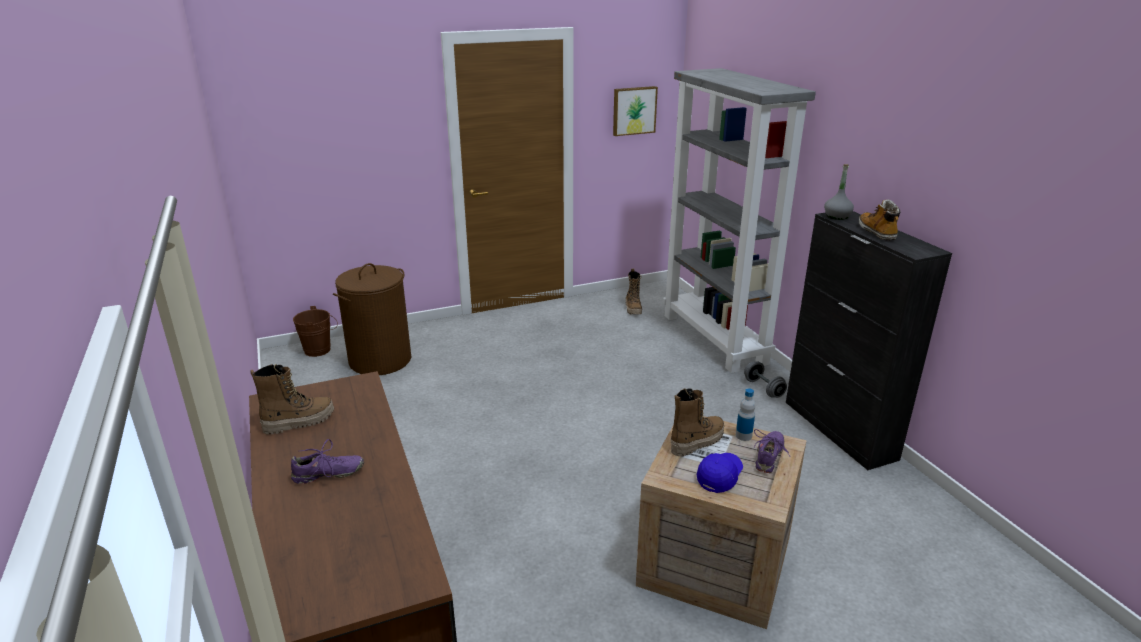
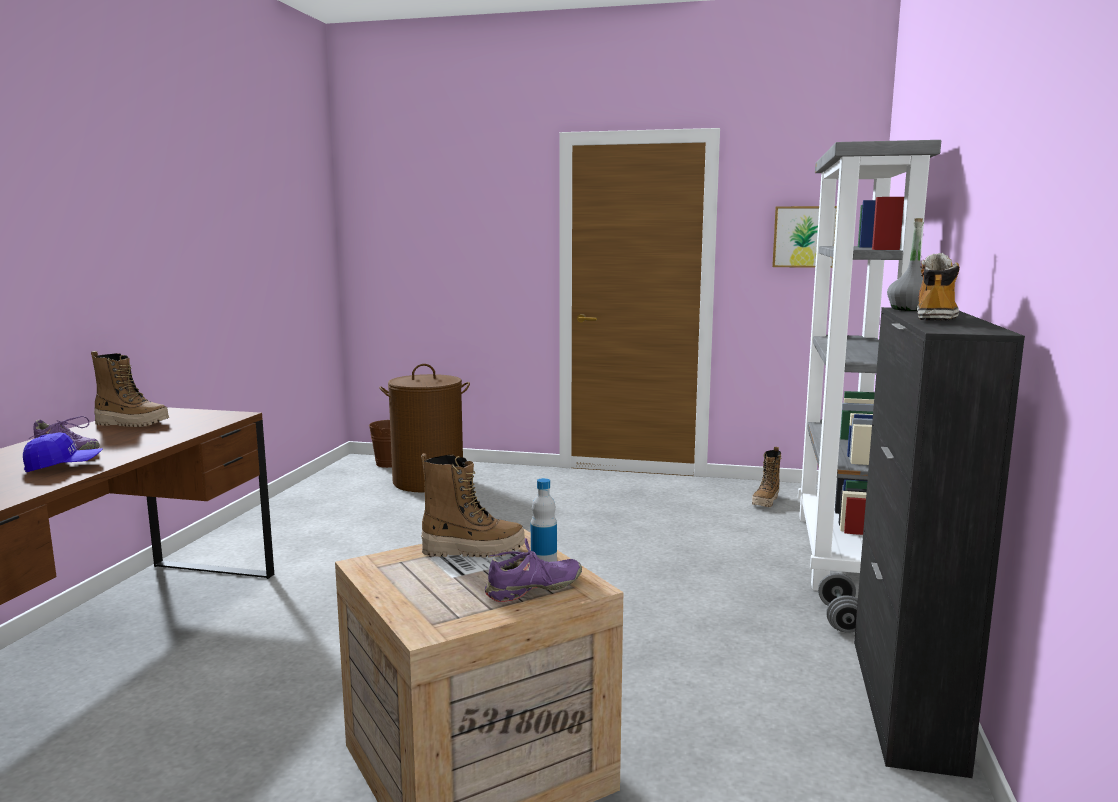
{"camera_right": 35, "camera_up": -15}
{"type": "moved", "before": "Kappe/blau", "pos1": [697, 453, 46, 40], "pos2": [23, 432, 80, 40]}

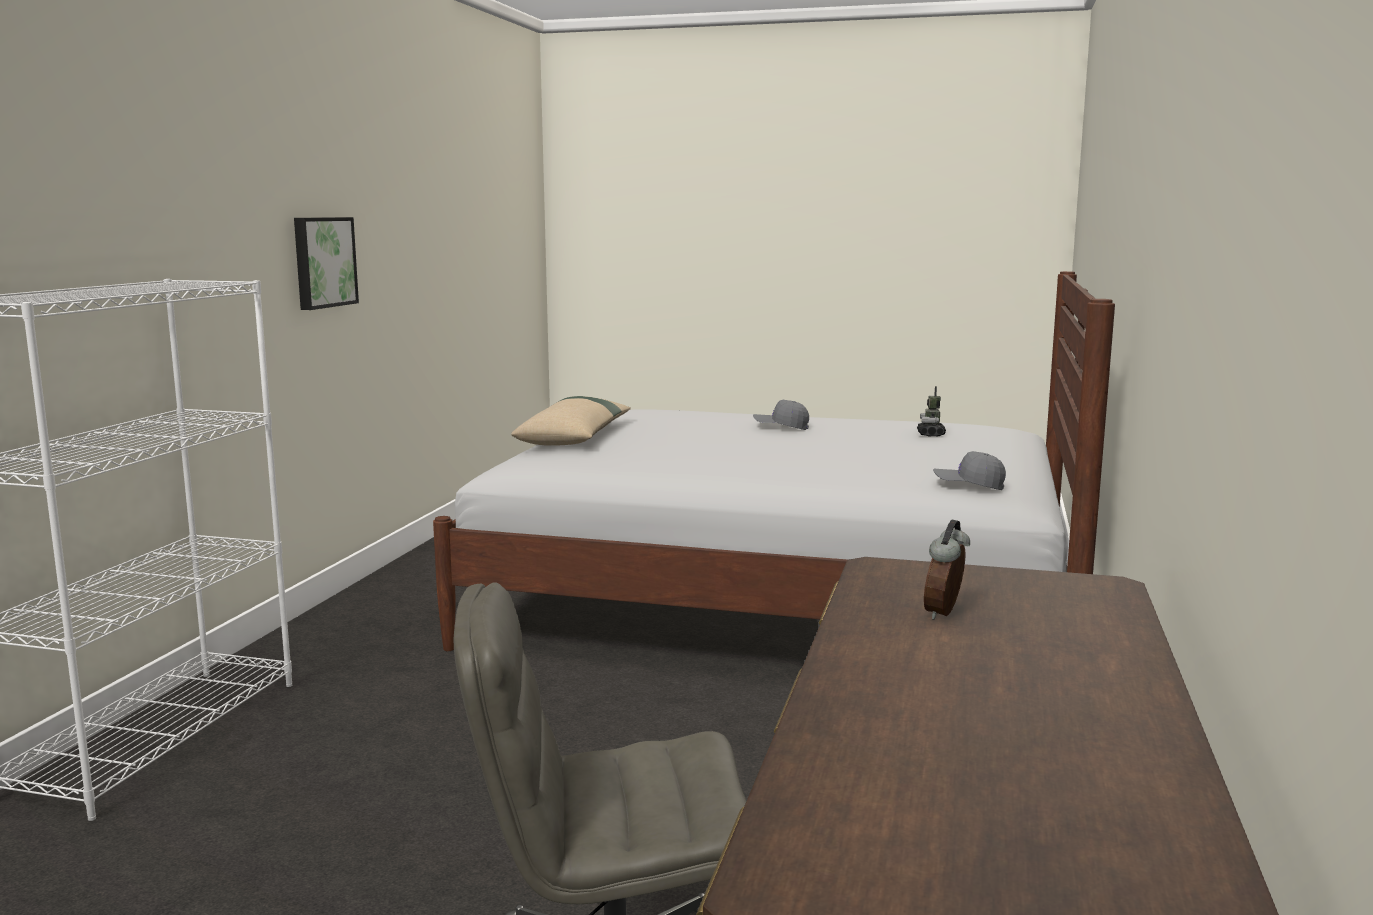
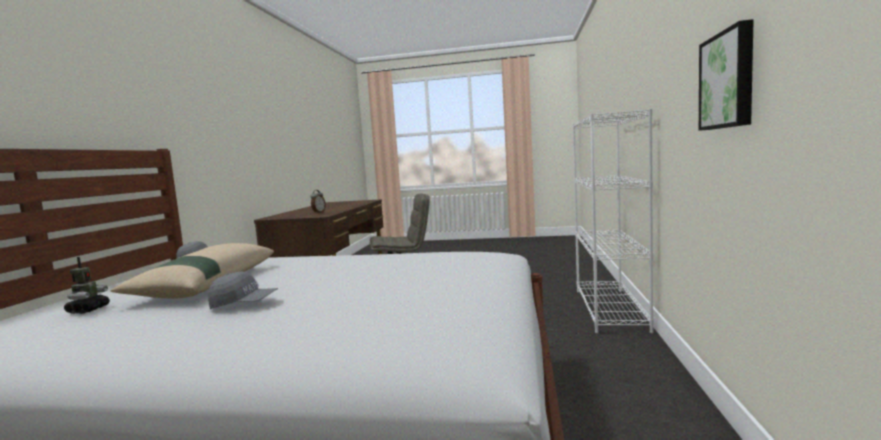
{"camera_right": 175, "camera_up": -5}
{"type": "moved", "before": "Kissen/beige", "pos1": [511, 396, 120, 50], "pos2": [110, 243, 164, 56]}

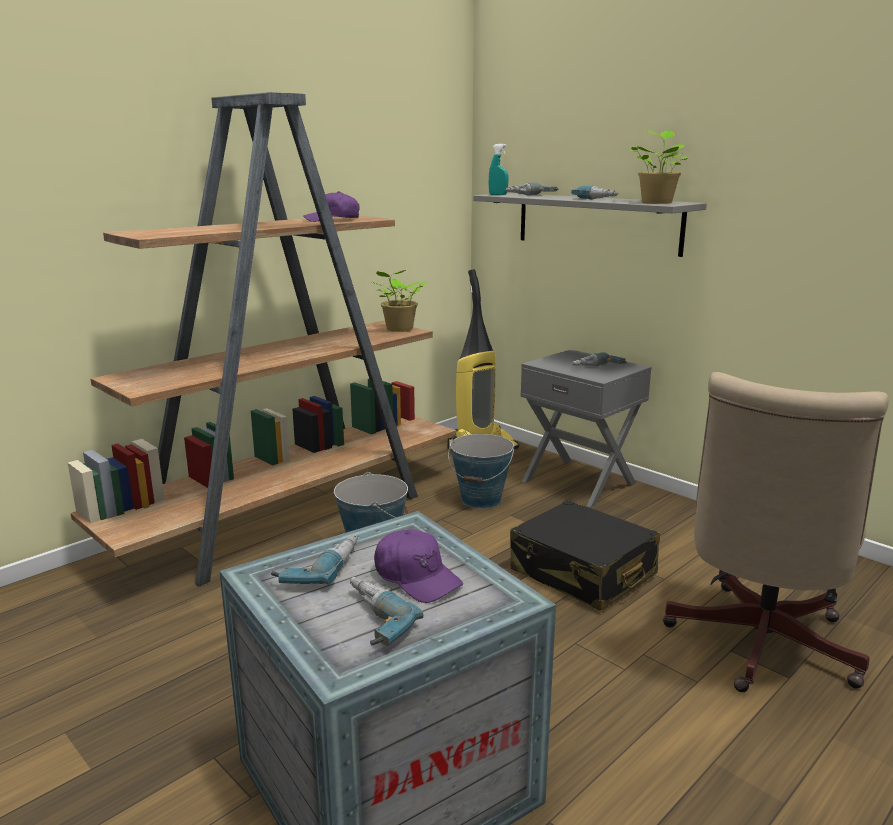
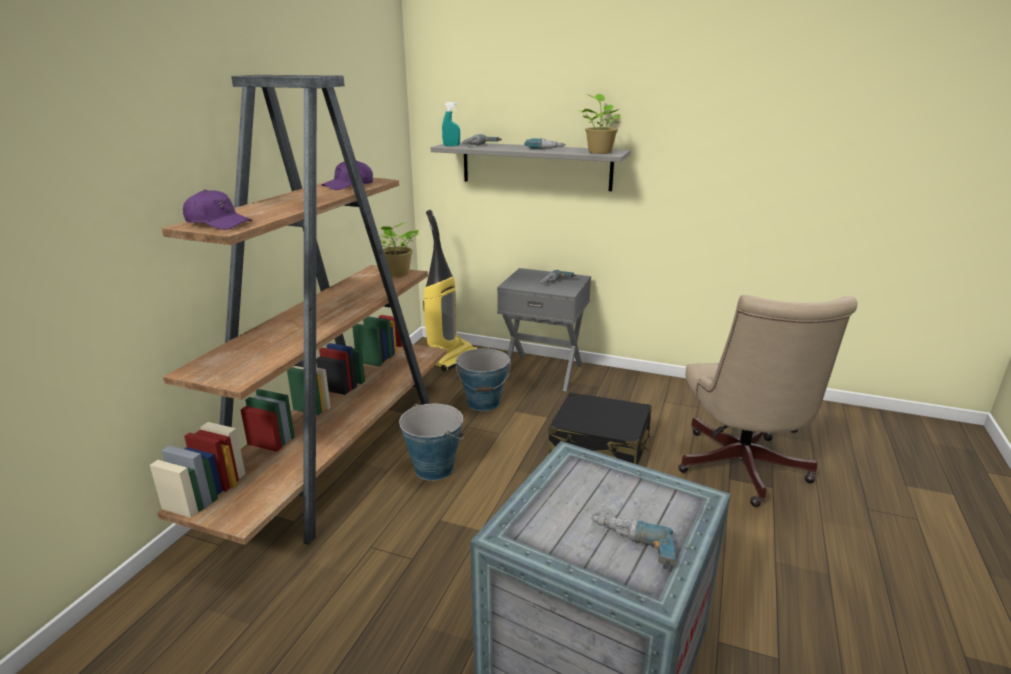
{"camera_right": -25, "camera_up": 5}
{"type": "removed", "before": "Bohrmaschine", "pos1": [271, 534, 87, 51]}
{"type": "moved", "before": "Kappe/lila", "pos1": [374, 529, 89, 74], "pos2": [183, 189, 70, 41]}

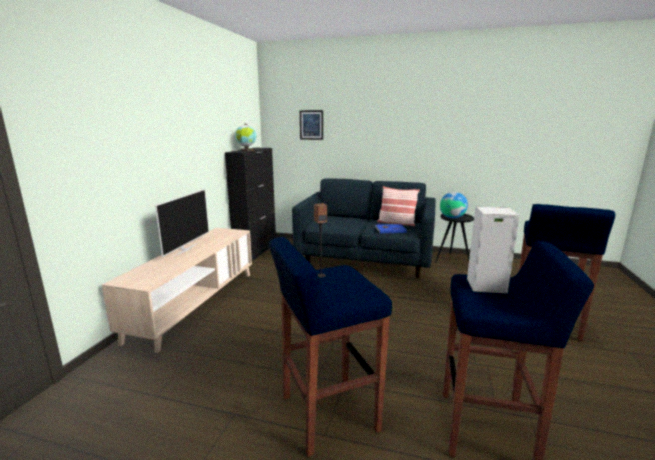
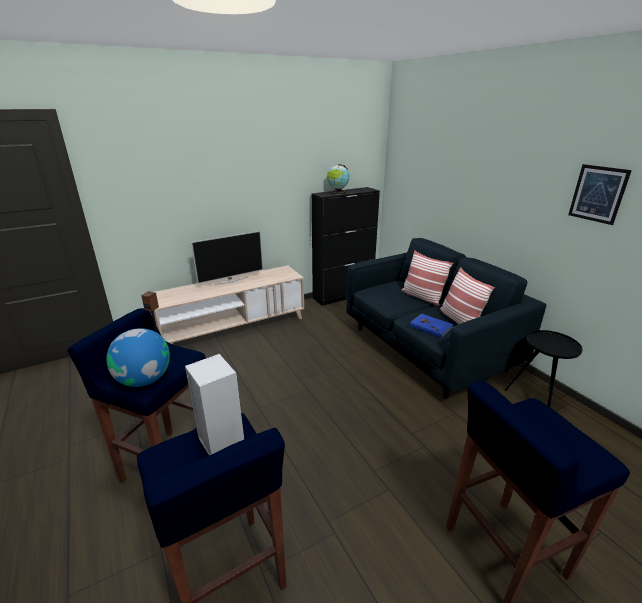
{"camera_right": 45, "camera_up": 10}
{"type": "added", "after": "Kissen", "pos2": [401, 250, 52, 56]}
{"type": "moved", "before": "Bild", "pos1": [300, 110, 23, 30], "pos2": [568, 164, 64, 61]}
{"type": "moved", "before": "Globus", "pos1": [440, 192, 28, 26], "pos2": [106, 328, 64, 59]}

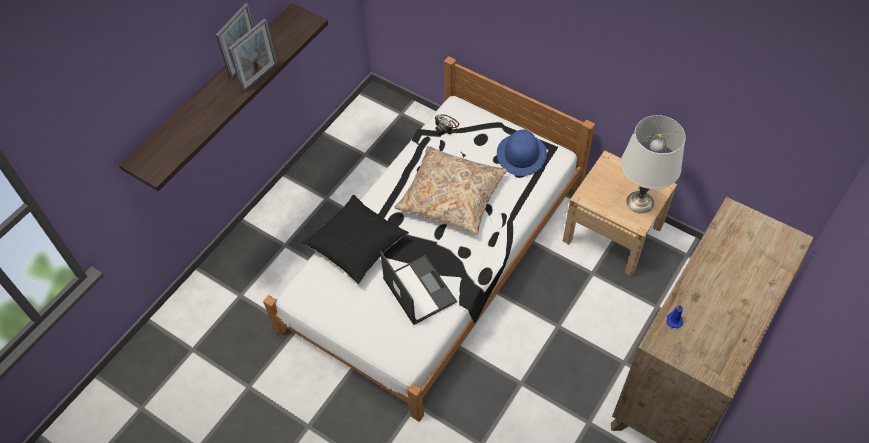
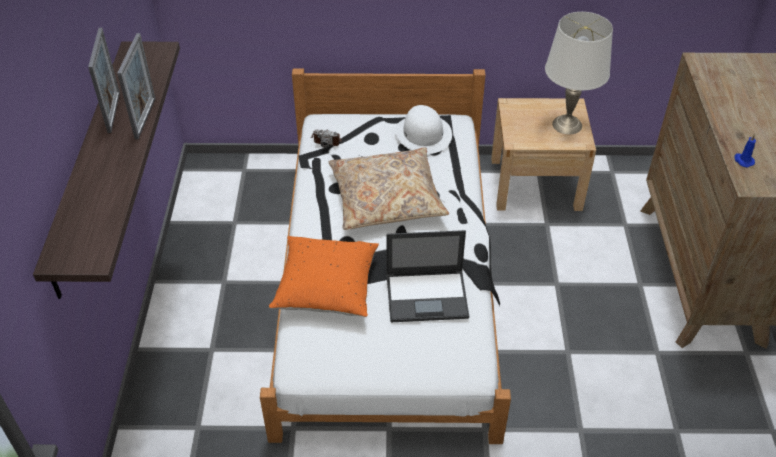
{"camera_right": -35, "camera_up": -10}
{"type": "recoloured", "before": "Kissen/schwarz", "after": "Kissen/orange", "pos1": [302, 195, 107, 89], "pos2": [269, 236, 110, 81]}
{"type": "recoloured", "before": "Hut/blau", "after": "Hut/weiß", "pos1": [497, 130, 50, 46], "pos2": [394, 105, 58, 49]}
{"type": "turned", "before": "Laptop", "pos1": [380, 251, 77, 74], "pos2": [387, 230, 82, 92], "turn": 150}

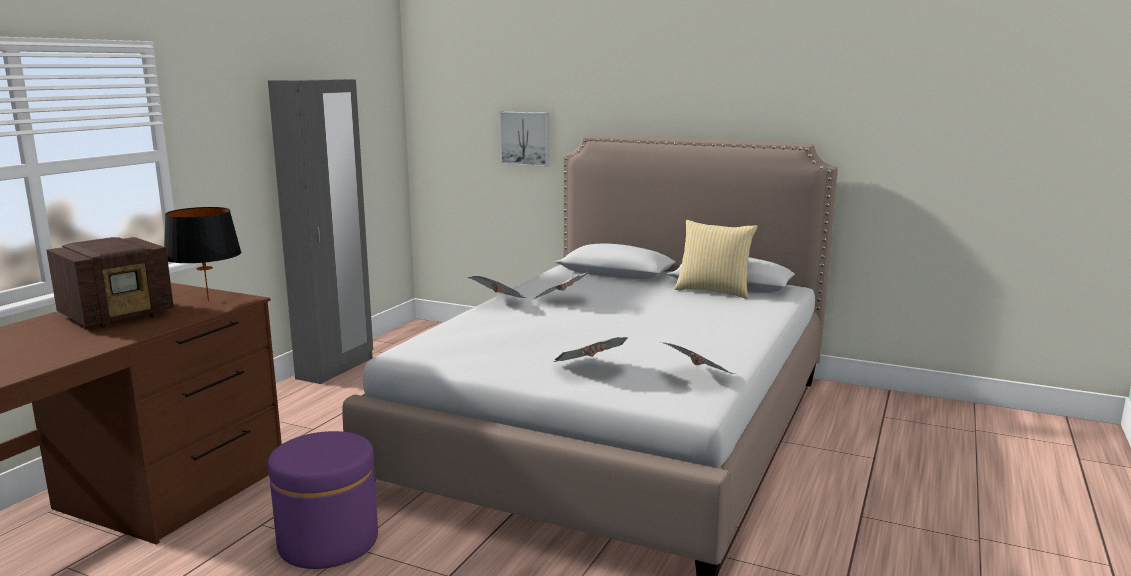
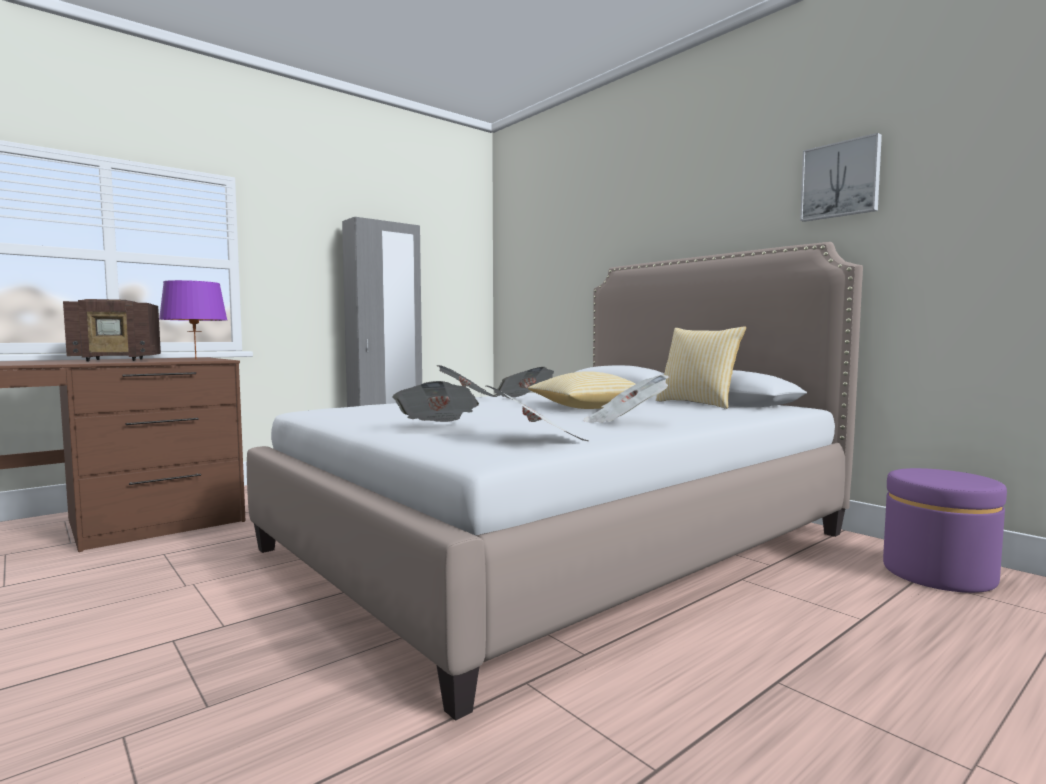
{"camera_right": 25, "camera_up": -10}
{"type": "added", "after": "Kissen", "pos2": [528, 371, 108, 38]}
{"type": "added", "after": "Zeitung", "pos2": [584, 375, 85, 48]}
{"type": "moved", "before": "Polsterhocker/lila", "pos1": [268, 431, 110, 138], "pos2": [883, 468, 124, 125]}
{"type": "moved", "before": "Bild", "pos1": [499, 112, 50, 55], "pos2": [800, 133, 82, 89]}
{"type": "recoloured", "before": "Tischlampe/schwarz", "after": "Tischlampe/lila", "pos1": [164, 207, 77, 94], "pos2": [159, 280, 68, 80]}

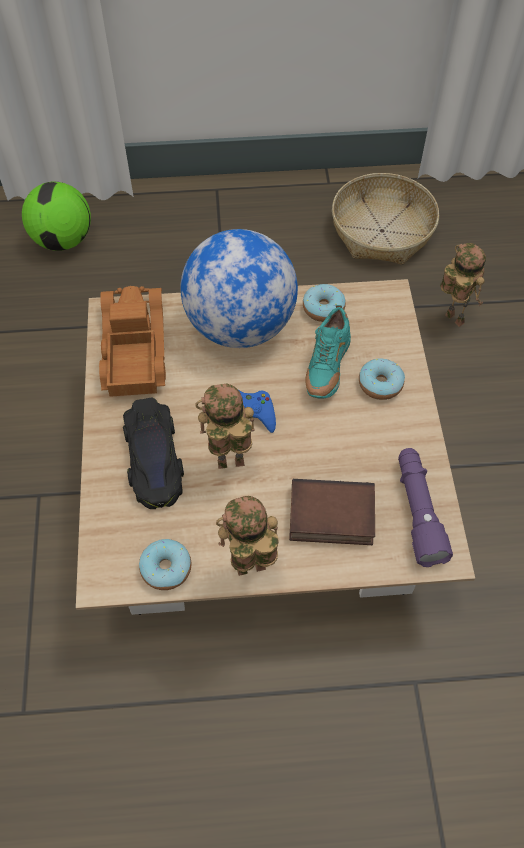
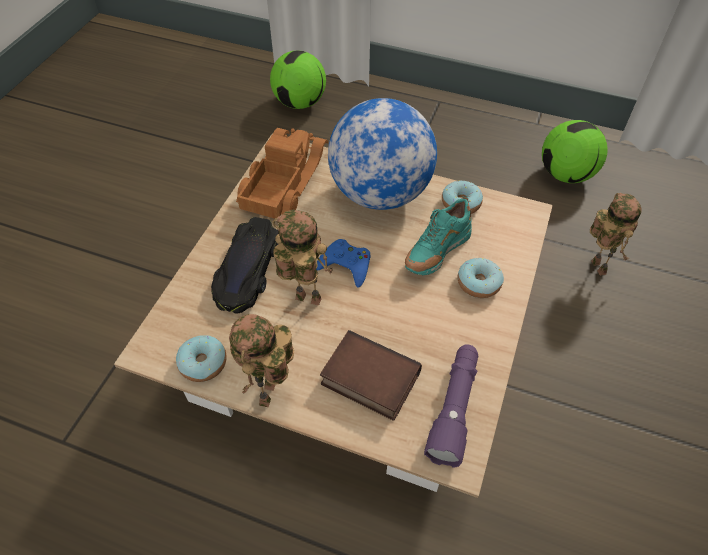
{"camera_right": 25, "camera_up": -5}
{"type": "replaced", "before": "Korb", "after": "Fußball", "pos1": [332, 173, 107, 92], "pos2": [542, 120, 66, 63]}
{"type": "turned", "before": "Spielzeugroboter", "pos1": [216, 496, 63, 80], "pos2": [229, 314, 65, 93], "turn": -90}

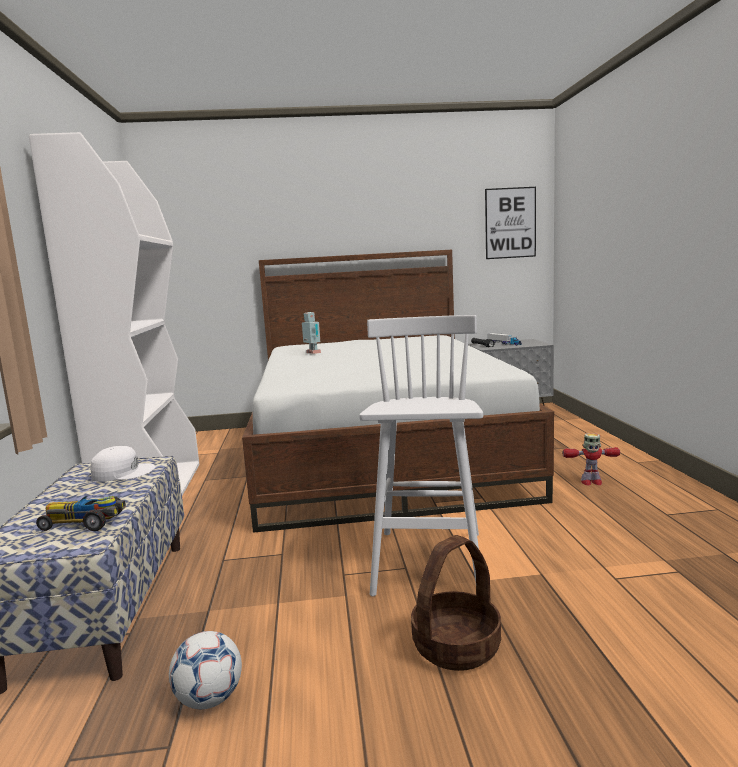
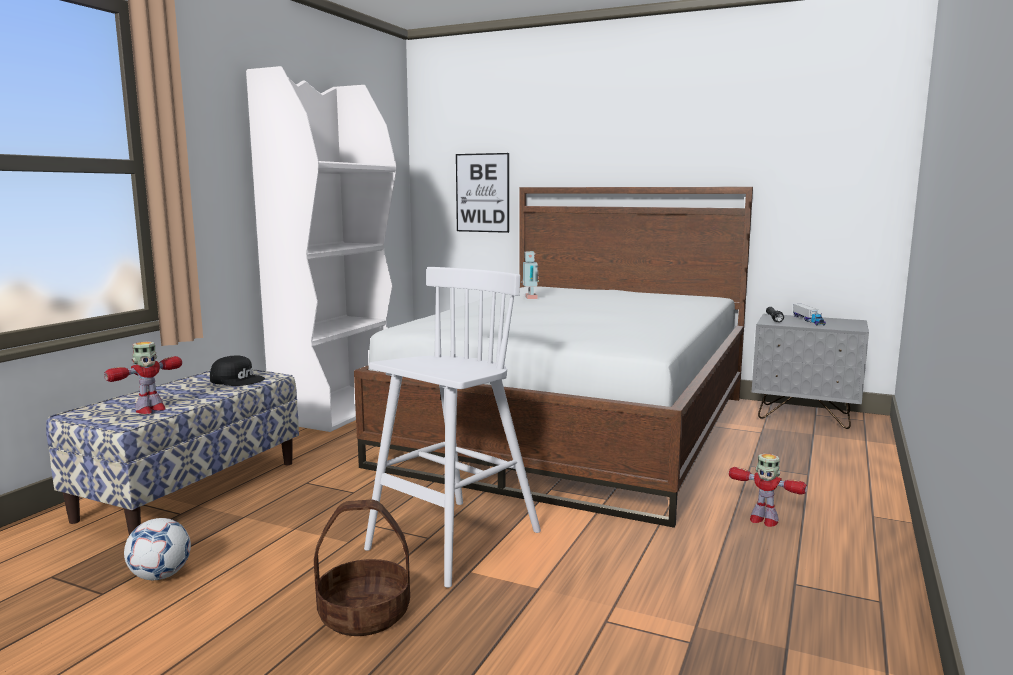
{"camera_right": 30, "camera_up": 0}
{"type": "moved", "before": "Bild", "pos1": [485, 187, 51, 72], "pos2": [456, 153, 53, 80]}
{"type": "replaced", "before": "Spielzeugauto", "after": "Spielzeugroboter", "pos1": [36, 496, 90, 35], "pos2": [104, 342, 78, 72]}
{"type": "recoloured", "before": "Kappe/weiß", "after": "Kappe/schwarz", "pos1": [90, 446, 65, 36], "pos2": [210, 356, 55, 30]}

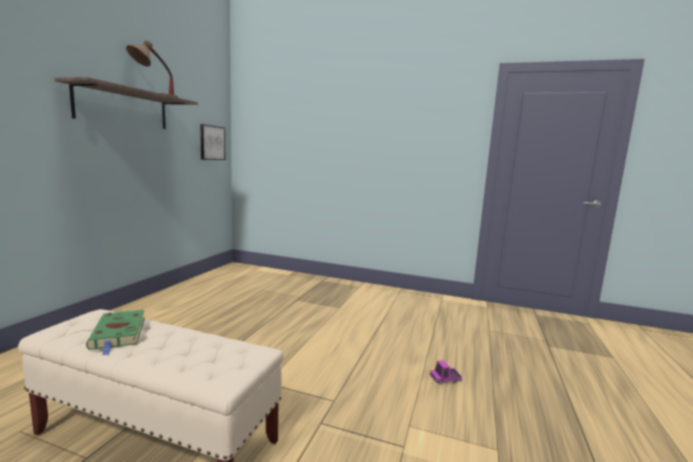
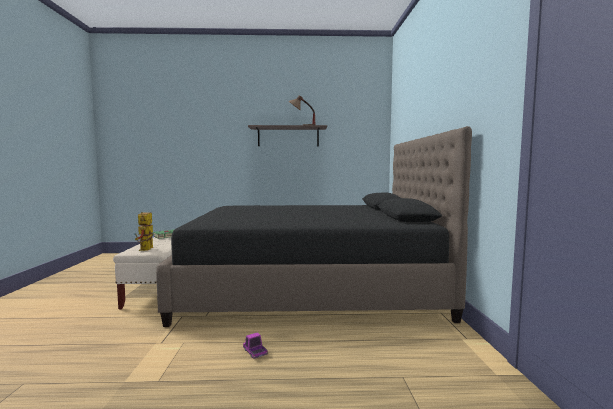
{"camera_right": 70, "camera_up": -5}
{"type": "removed", "before": "Bild", "pos1": [200, 124, 25, 36]}
{"type": "added", "after": "Spielzeugroboter", "pos2": [134, 212, 19, 39]}
{"type": "added", "after": "Bett/schwarz", "pos2": [156, 126, 316, 201]}

